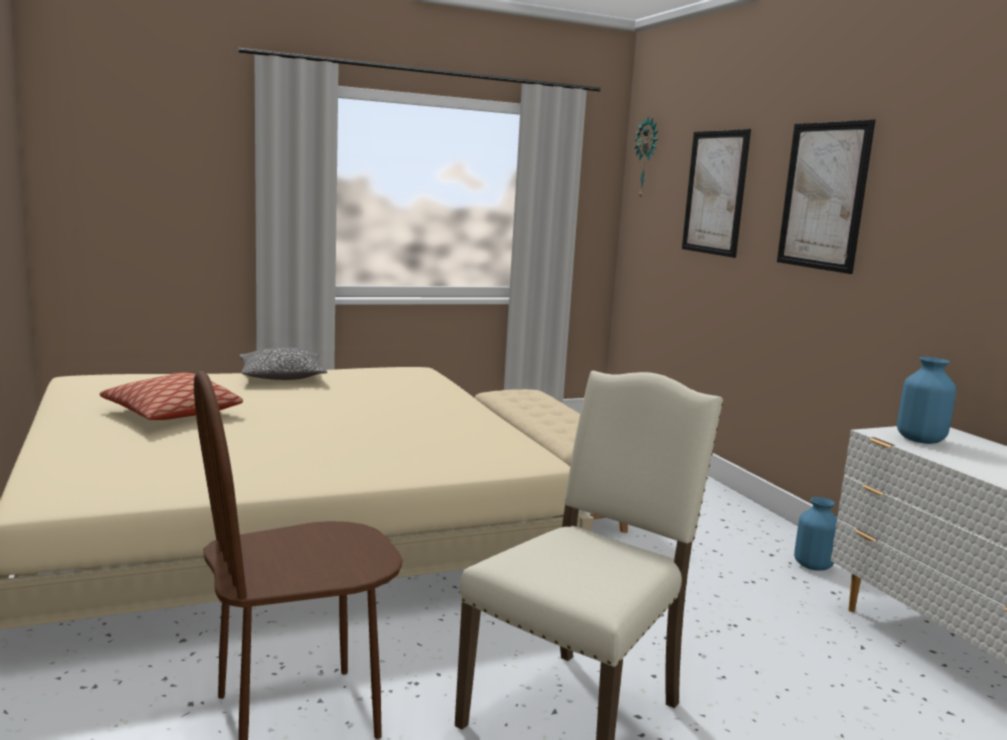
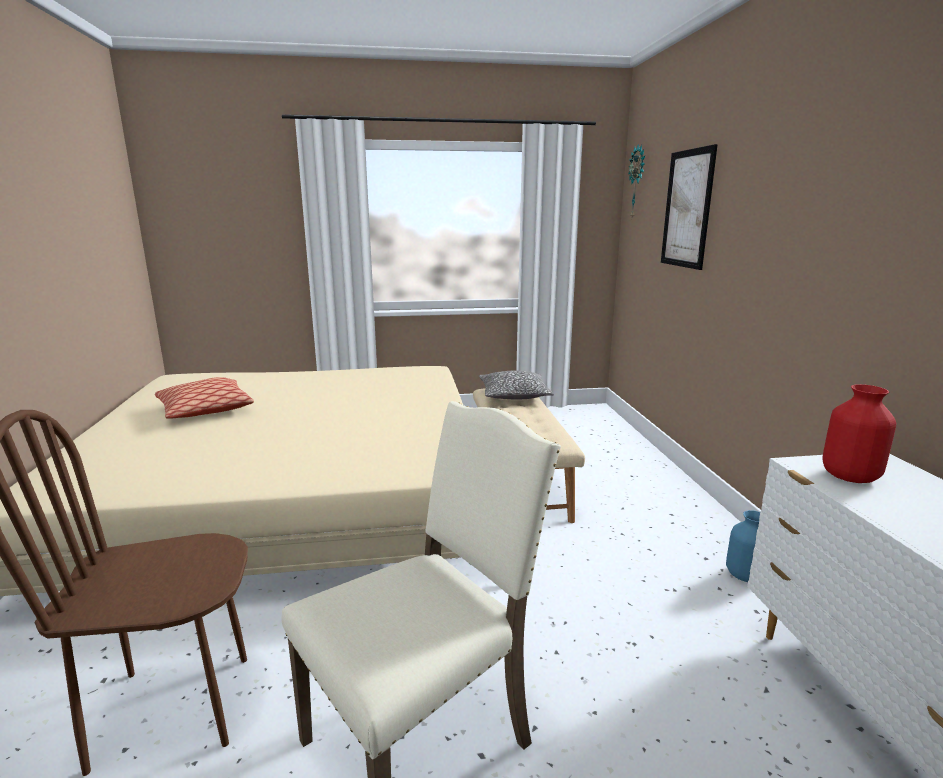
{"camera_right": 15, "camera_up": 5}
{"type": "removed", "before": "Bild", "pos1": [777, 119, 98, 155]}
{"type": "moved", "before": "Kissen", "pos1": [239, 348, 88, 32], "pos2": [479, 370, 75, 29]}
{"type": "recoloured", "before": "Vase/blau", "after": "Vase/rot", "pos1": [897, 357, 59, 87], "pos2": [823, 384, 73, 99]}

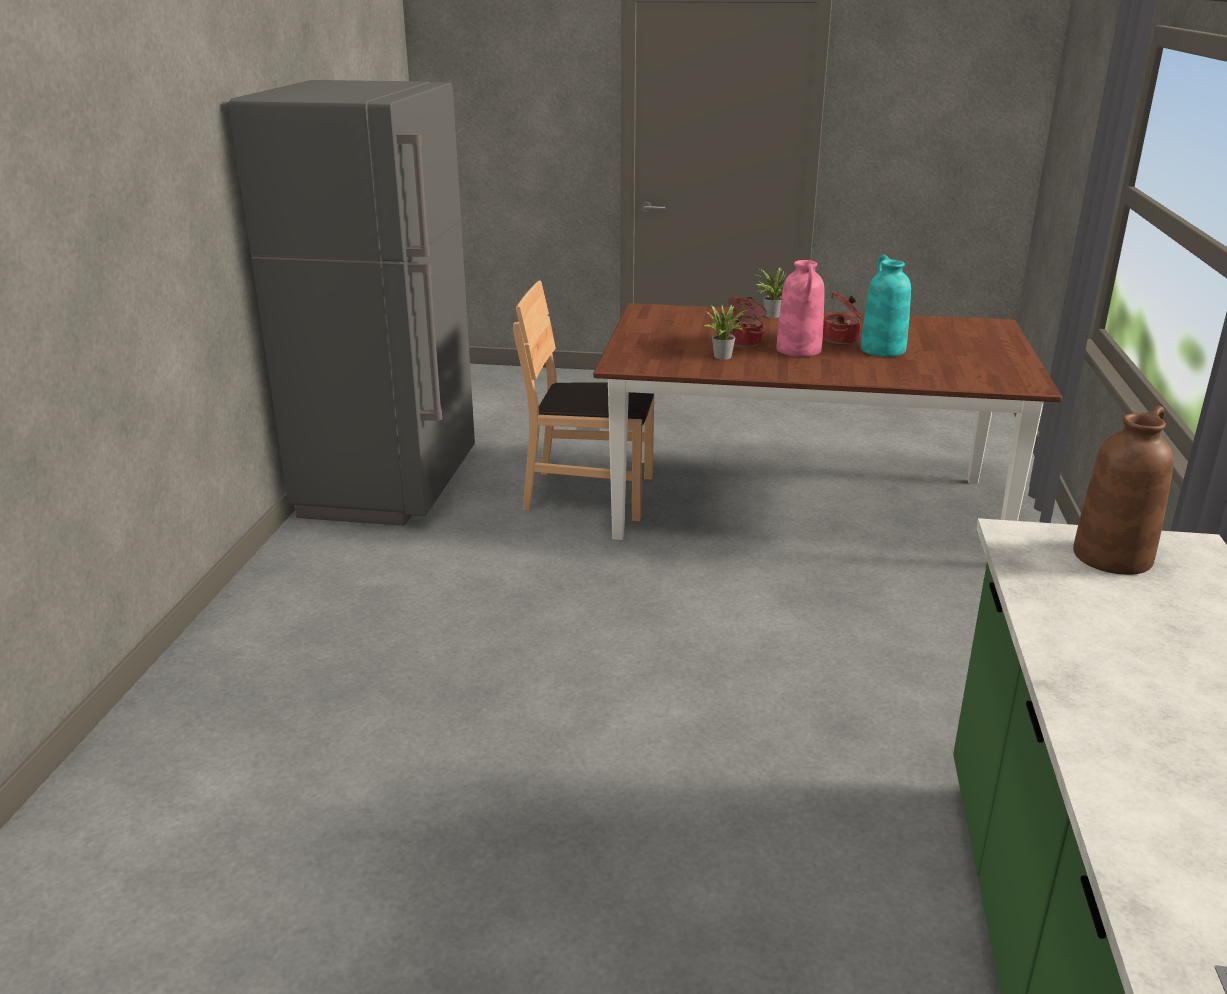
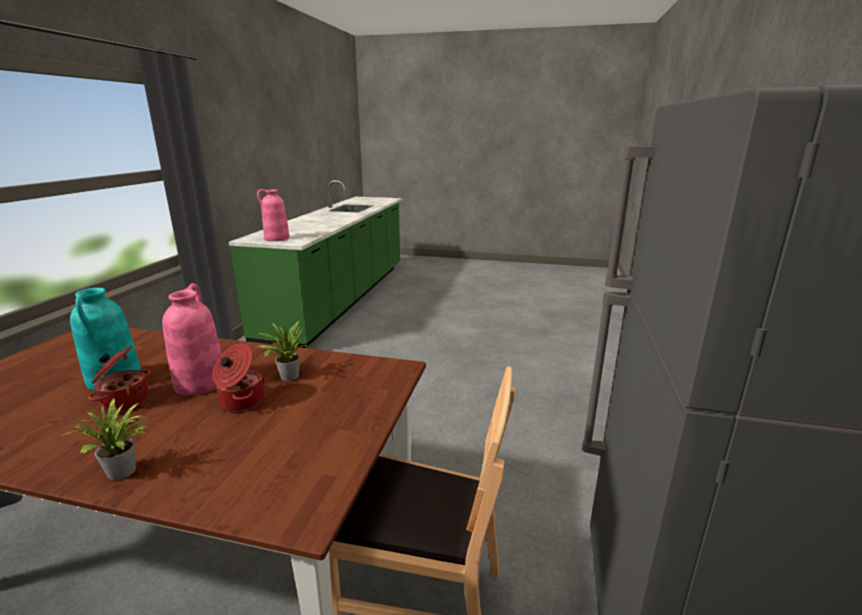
{"camera_right": -175, "camera_up": -5}
{"type": "recoloured", "before": "Vase/braun", "after": "Vase/rosa", "pos1": [1073, 406, 101, 169], "pos2": [257, 189, 32, 52]}

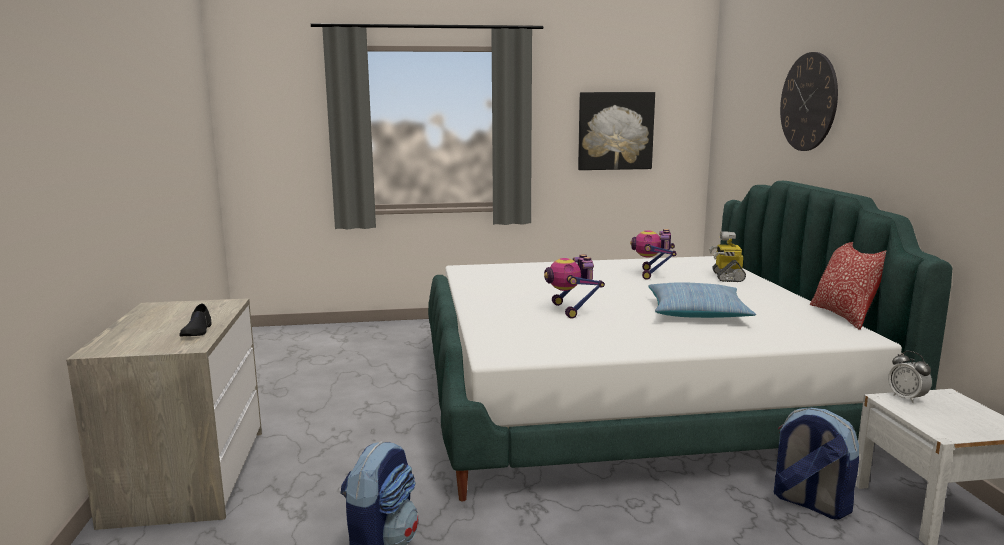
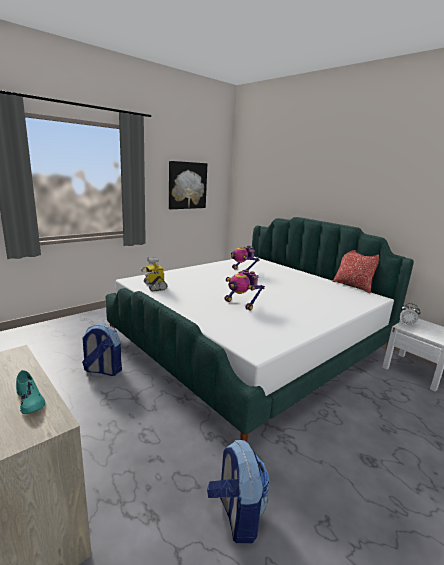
{"camera_right": -35, "camera_up": 5}
{"type": "removed", "before": "Kissen", "pos1": [648, 283, 108, 35]}
{"type": "removed", "before": "Wanduhr", "pos1": [780, 52, 58, 99]}
{"type": "moved", "before": "Spielzeugroboter", "pos1": [709, 232, 37, 50], "pos2": [141, 257, 26, 34]}
{"type": "moved", "before": "Rucksack", "pos1": [774, 408, 85, 111], "pos2": [82, 324, 40, 52]}
{"type": "recoloured", "before": "Schuh/schwarz", "after": "Schuh/türkis", "pos1": [179, 303, 33, 33], "pos2": [16, 370, 29, 44]}

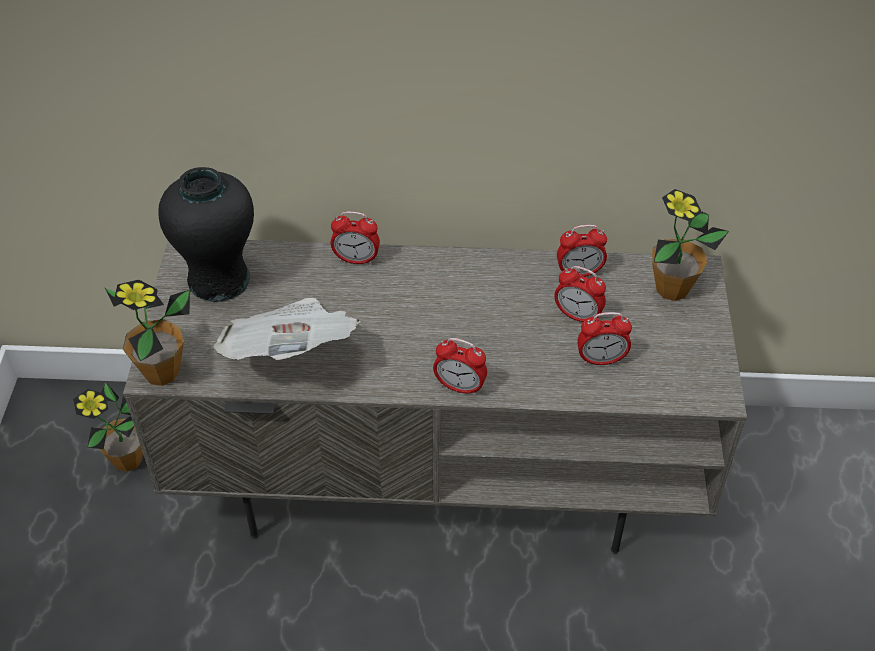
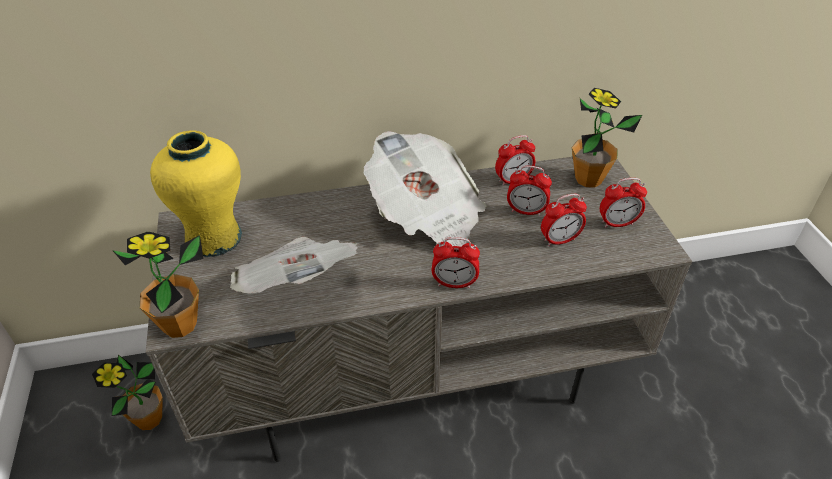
{"camera_right": -15, "camera_up": -5}
{"type": "added", "after": "Zeitung", "pos2": [364, 131, 122, 116]}
{"type": "moved", "before": "Wecker", "pos1": [330, 211, 50, 54], "pos2": [600, 178, 47, 50]}
{"type": "recoloured", "before": "Vase/schwarz", "after": "Vase/gelb", "pos1": [158, 167, 96, 135], "pos2": [150, 130, 92, 127]}

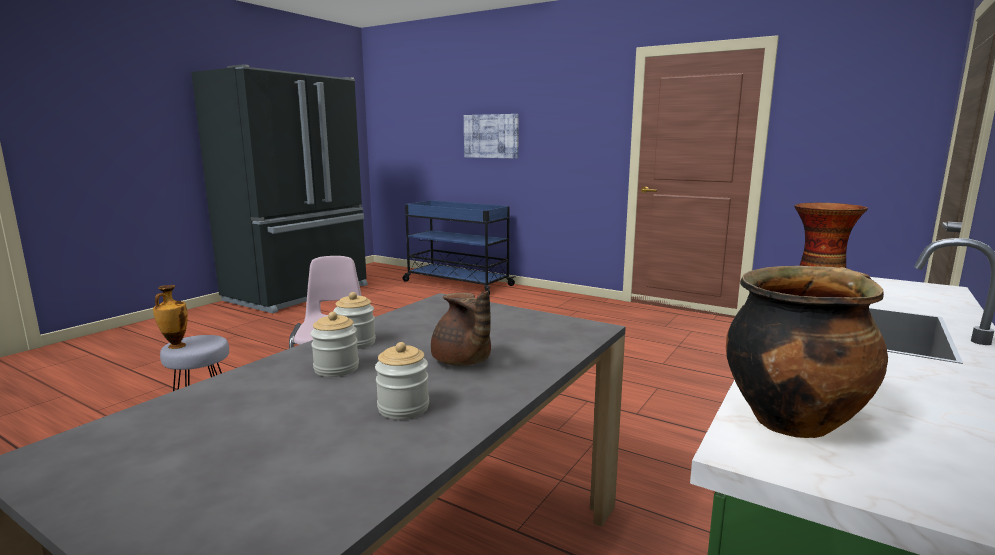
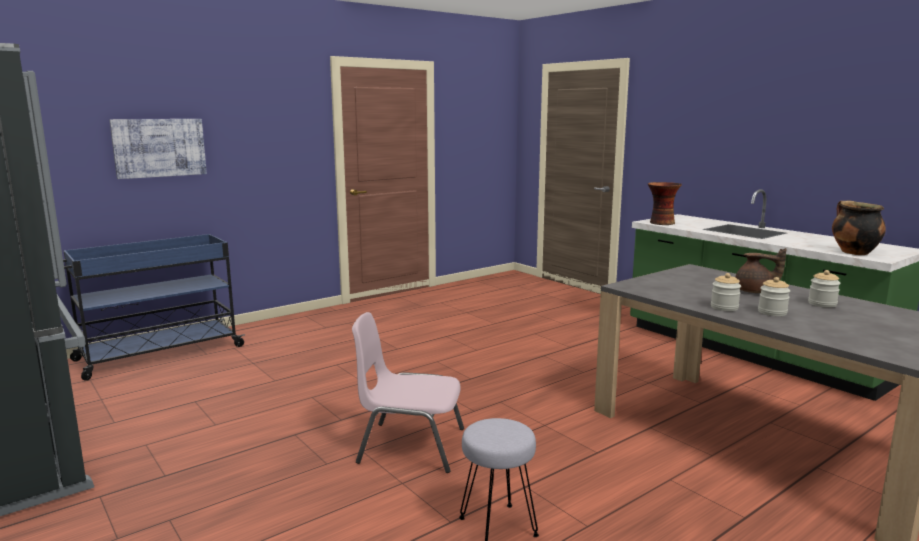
{"camera_right": -70, "camera_up": 0}
{"type": "removed", "before": "Vase", "pos1": [153, 285, 35, 64]}
{"type": "turned", "before": "Teekanne/braun", "pos1": [431, 291, 60, 75], "pos2": [735, 248, 52, 45], "turn": 45}

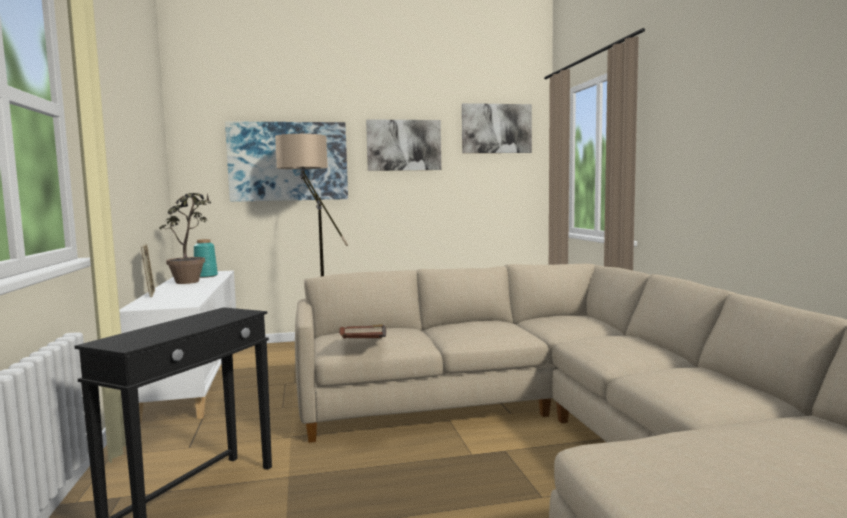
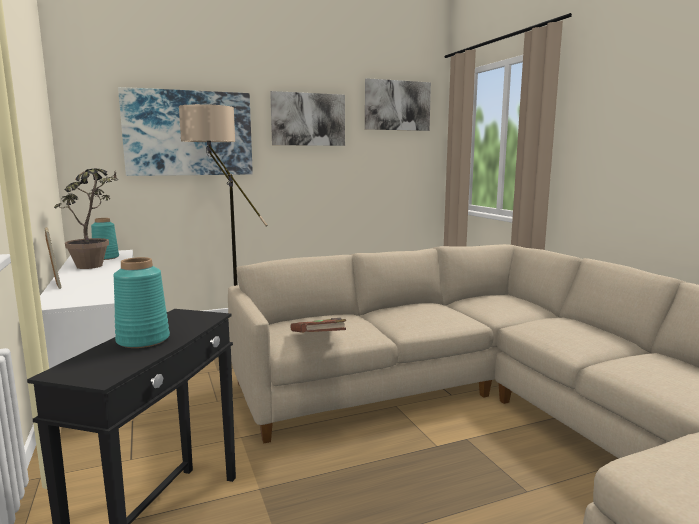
{"camera_right": -10, "camera_up": 5}
{"type": "added", "after": "Vase/türkis", "pos2": [113, 257, 57, 91]}

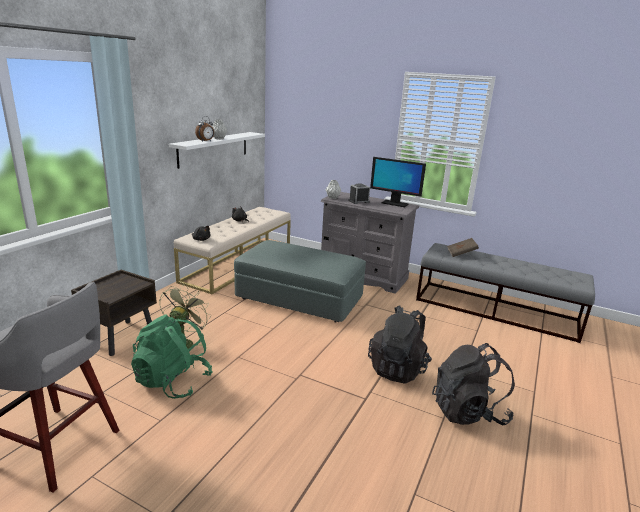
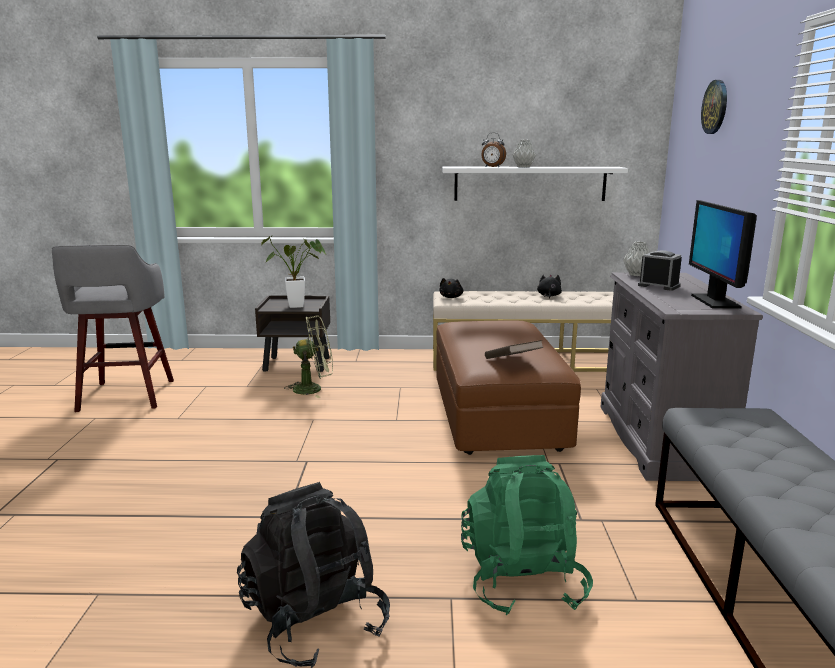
{"camera_right": 65, "camera_up": -5}
{"type": "removed", "before": "Rucksack/schwarz", "pos1": [368, 305, 64, 79]}
{"type": "added", "after": "Topfpflanze", "pos2": [261, 236, 65, 72]}
{"type": "added", "after": "Wanduhr", "pos2": [701, 80, 26, 54]}
{"type": "moved", "before": "Rucksack/grün", "pos1": [131, 314, 82, 85], "pos2": [461, 455, 132, 160]}
{"type": "moved", "before": "Buch/braun", "pos1": [447, 238, 32, 19], "pos2": [485, 340, 59, 19]}
{"type": "recoloured", "before": "Polsterhocker/grau", "after": "Polsterhocker/braun", "pos1": [234, 240, 132, 83], "pos2": [436, 320, 145, 135]}

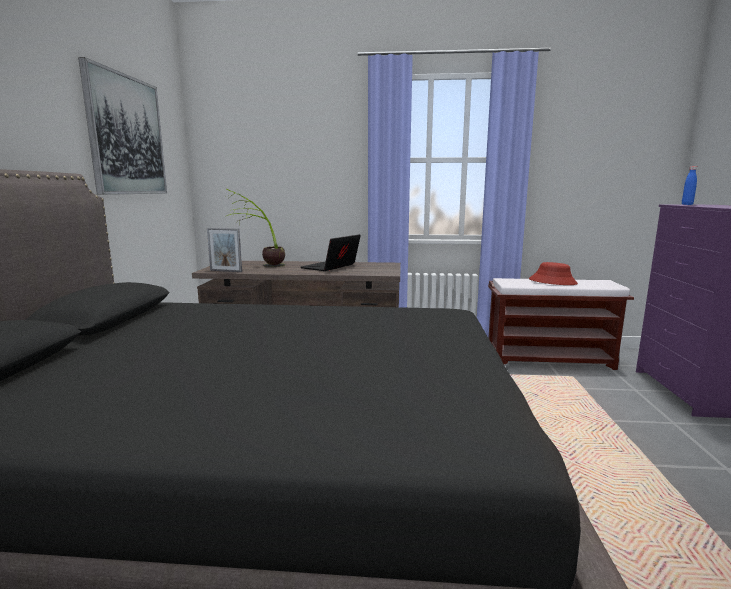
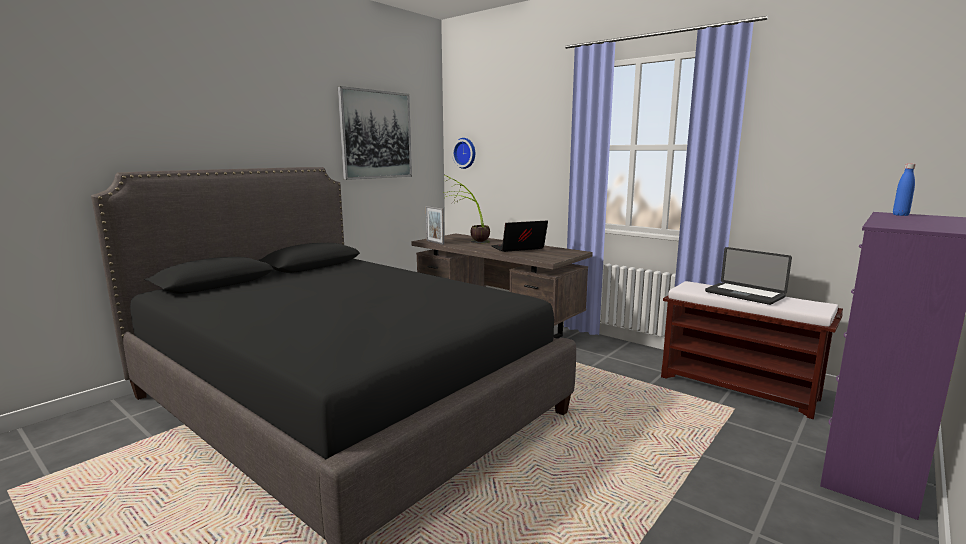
{"camera_right": 35, "camera_up": 0}
{"type": "added", "after": "Wanduhr", "pos2": [452, 138, 23, 31]}
{"type": "replaced", "before": "Hut/rot", "after": "Laptop", "pos1": [529, 262, 49, 23], "pos2": [705, 247, 87, 58]}

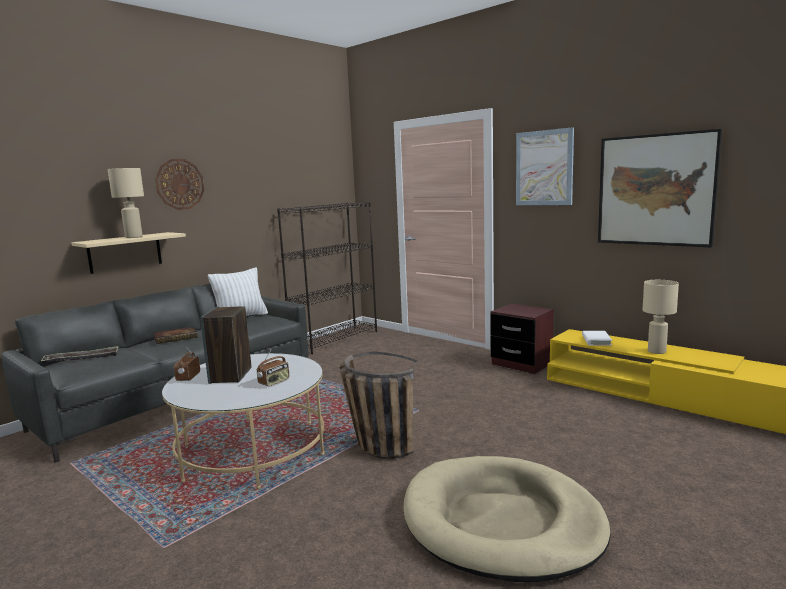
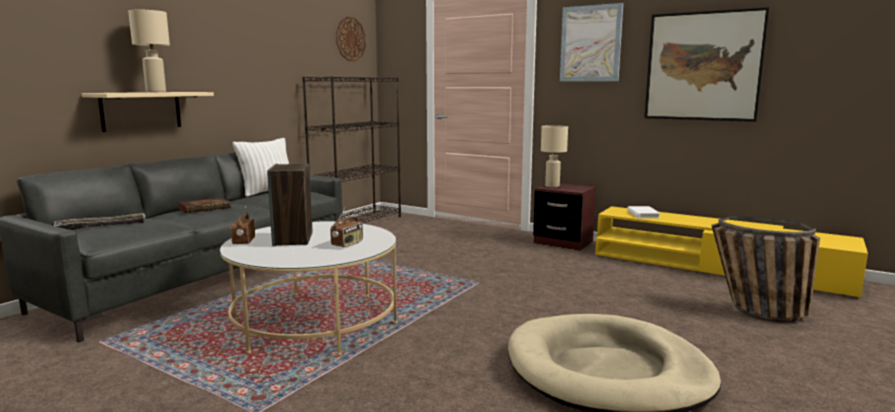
{"camera_right": -10, "camera_up": 0}
{"type": "moved", "before": "Wanduhr", "pos1": [155, 159, 49, 51], "pos2": [336, 17, 30, 45]}
{"type": "moved", "before": "Korb", "pos1": [339, 352, 78, 107], "pos2": [711, 216, 109, 106]}
{"type": "moved", "before": "Tischlampe/beige", "pos1": [643, 280, 36, 74], "pos2": [541, 125, 27, 62]}

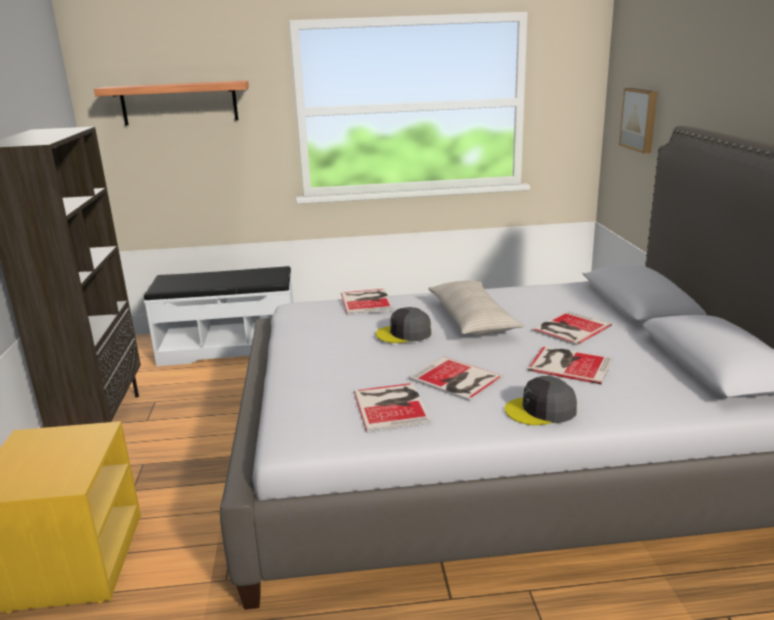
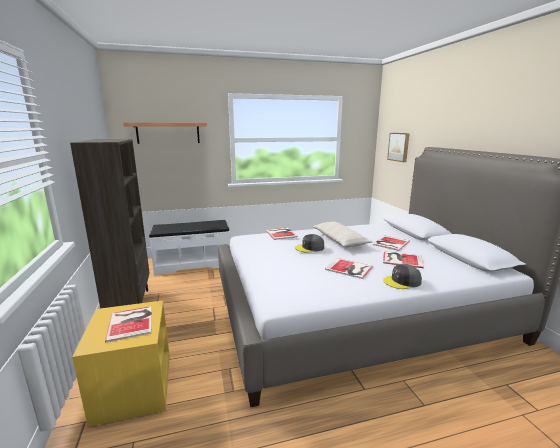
{"camera_right": -10, "camera_up": -5}
{"type": "moved", "before": "Buch", "pos1": [354, 383, 78, 49], "pos2": [105, 306, 47, 36]}

